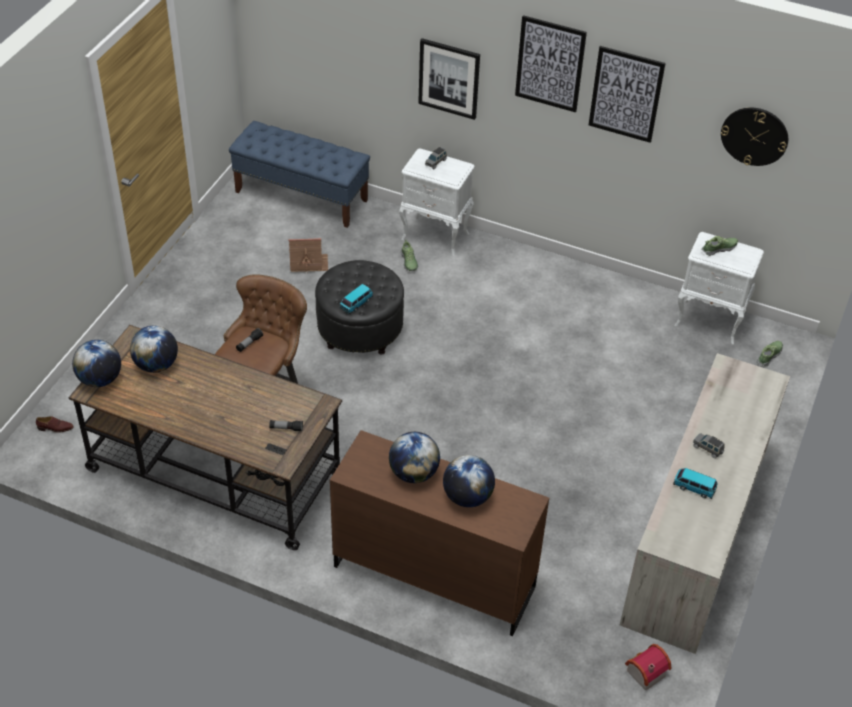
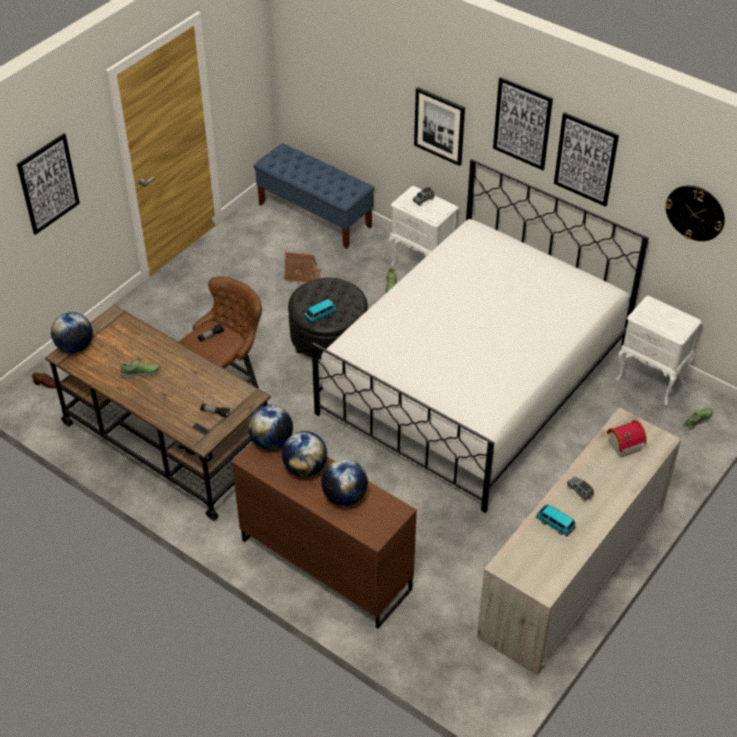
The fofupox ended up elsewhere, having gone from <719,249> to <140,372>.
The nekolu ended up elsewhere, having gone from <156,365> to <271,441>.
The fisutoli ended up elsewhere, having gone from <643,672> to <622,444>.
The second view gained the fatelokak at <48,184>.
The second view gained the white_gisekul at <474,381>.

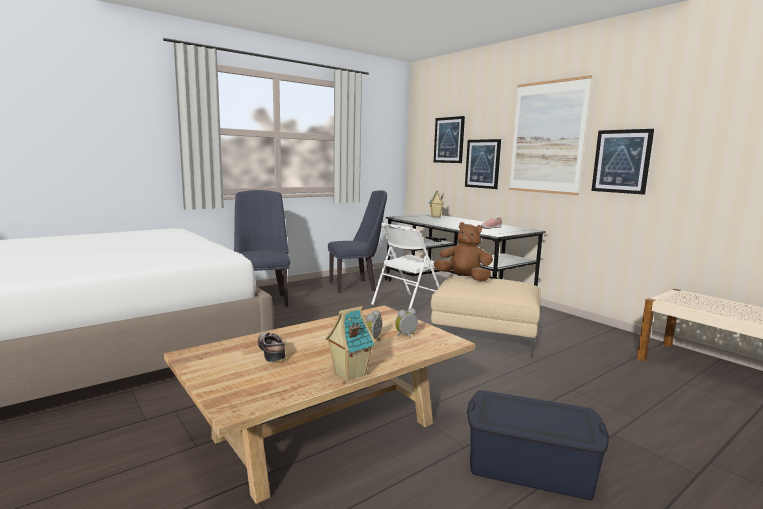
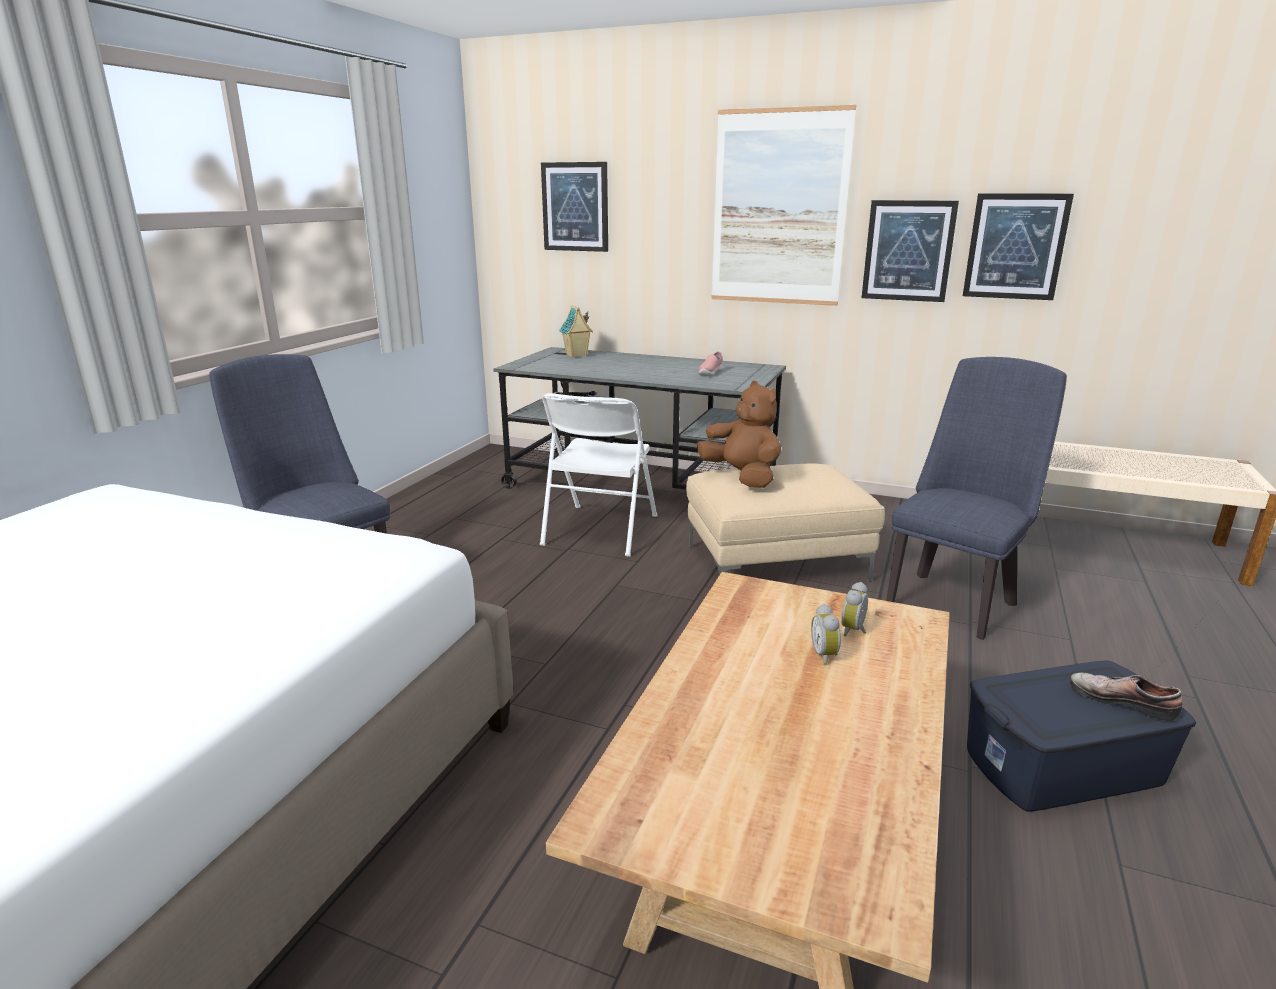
The fatelokak ended up elsewhere, having gone from <482,163> to <1015,246>.
The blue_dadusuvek ended up elsewhere, having gone from <356,286> to <953,600>.
The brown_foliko at <463,278> ended up facing another way, 60 degrees clockwise from before.
The second view lost the fisutoli at <348,374>.
The fofupox ended up elsewhere, having gone from <273,351> to <1121,700>.

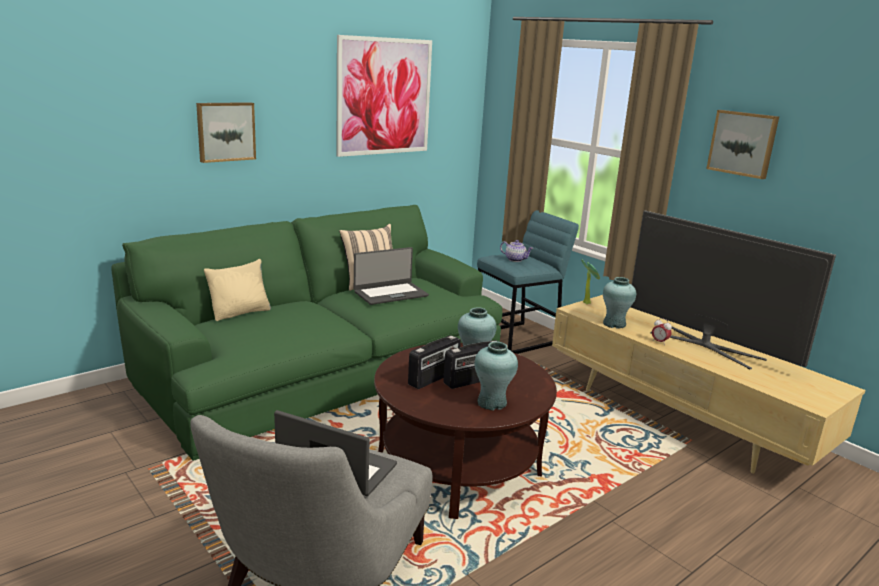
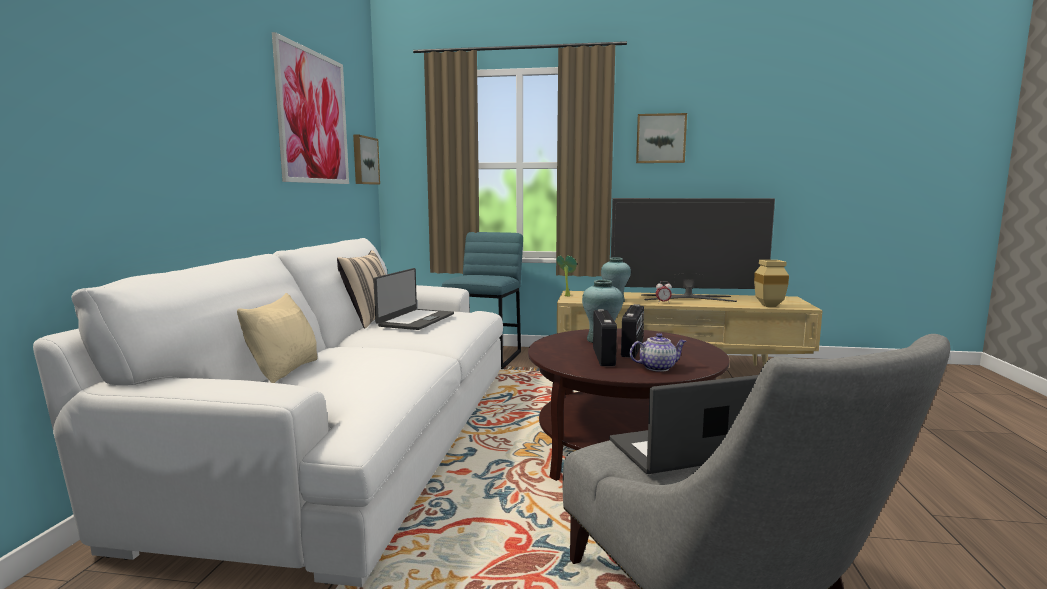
The fatelokak ended up elsewhere, having gone from <225,131> to <364,160>.
What was the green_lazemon at <322,370> turned into the white_lazemon at <355,436>.
The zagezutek ended up elsewhere, having gone from <515,259> to <657,367>.
The second view lost the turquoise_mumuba at <492,403>.
The second view gained the beige_mumuba at <770,305>.

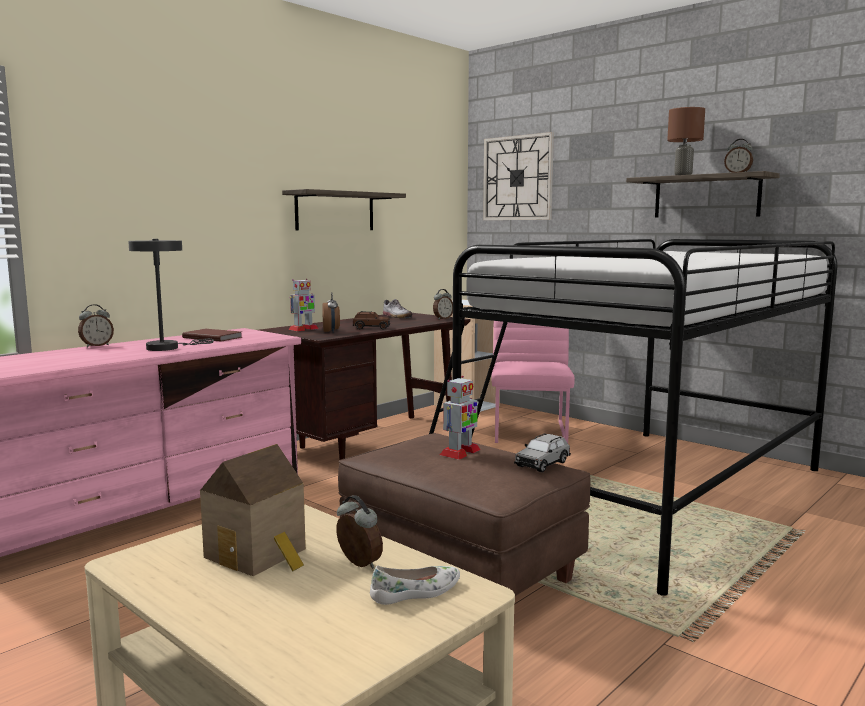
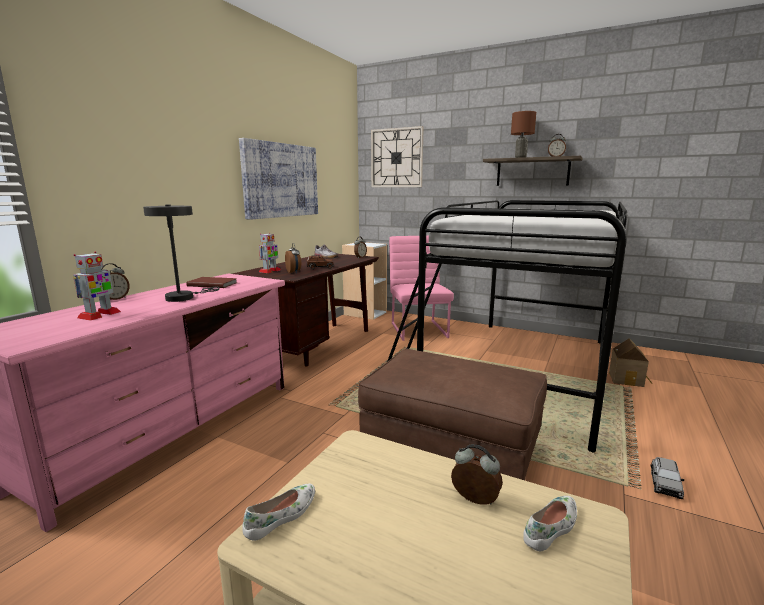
Where the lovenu hung at <335,211>, the fatelokak came to hang at <280,180>.
The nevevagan ended up elsewhere, having gone from <460,452> to <99,315>.
The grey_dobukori ended up elsewhere, having gone from <542,464> to <665,485>.
The fisutoli ended up elsewhere, having gone from <259,554> to <627,379>.
The second view gained the white_fofupox at <282,516>.

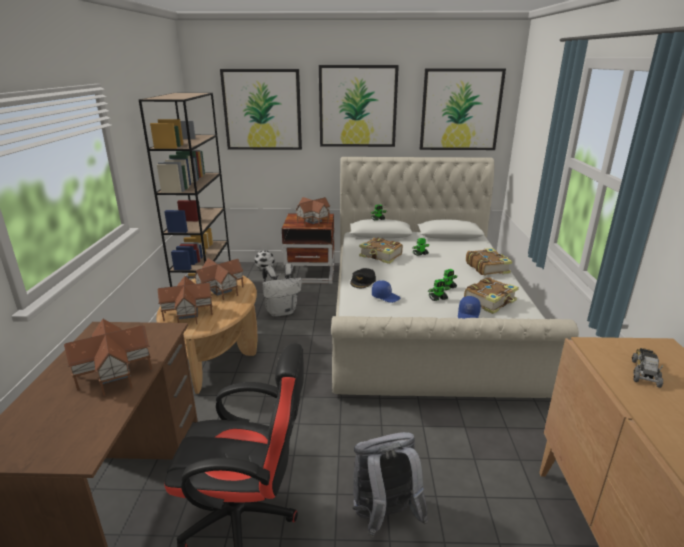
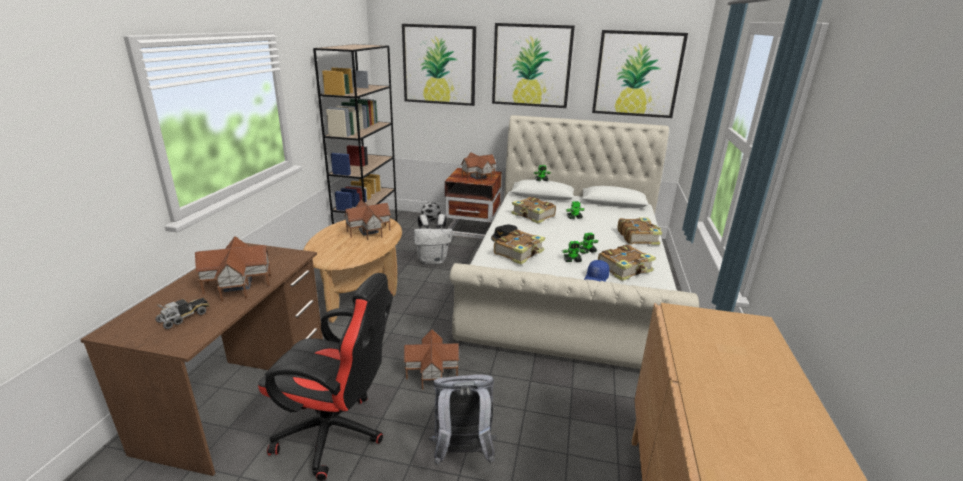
The fisutoli ended up elsewhere, having gone from <189,313> to <433,371>.
Where the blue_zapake stood at <385,297>, the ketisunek came to stand at <519,253>.
The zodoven ended up elsewhere, having gone from <645,372> to <184,317>.

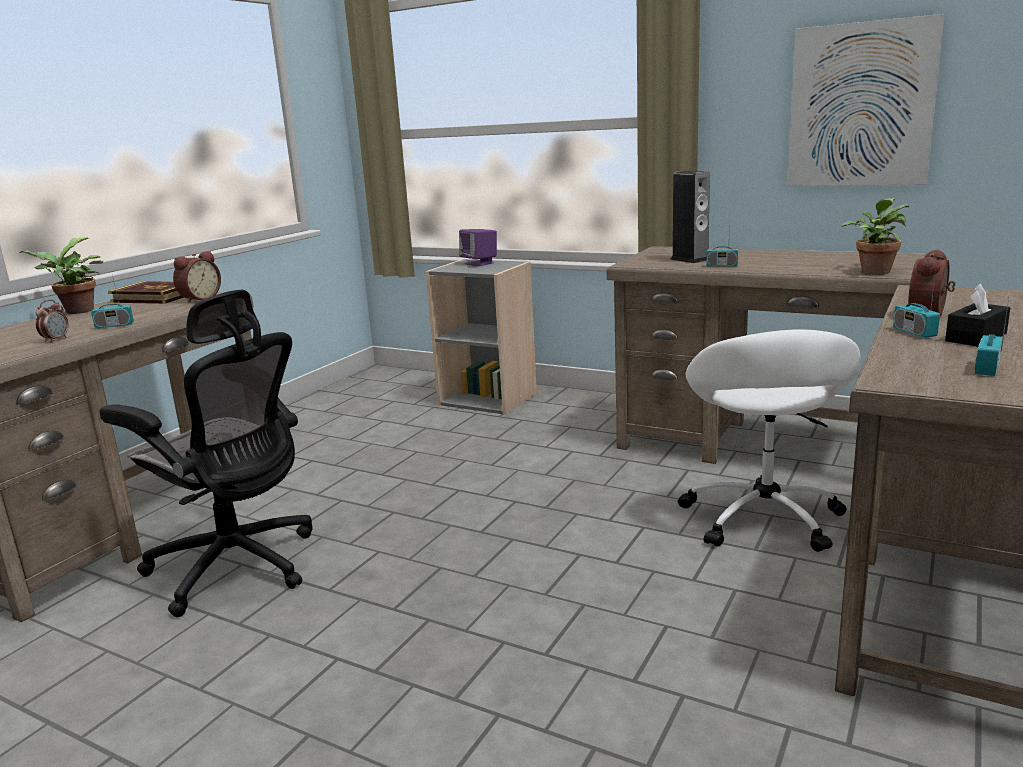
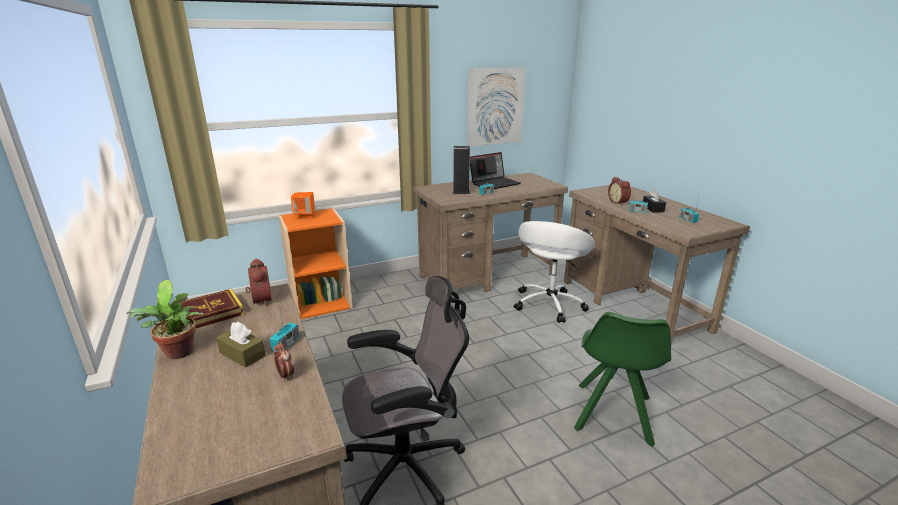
The second view lost the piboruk at <875,271>.
What was the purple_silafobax at <479,263> turned into the orange_silafobax at <305,216>.
What was the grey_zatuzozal at <489,398> turned into the orange_zatuzozal at <321,303>.
The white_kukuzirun at <763,520> ended up facing another way, 75 degrees clockwise from before.
The second view gained the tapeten at <494,183>.
The second view gained the green_dadusuvek at <612,415>.
The second view gained the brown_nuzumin at <242,354>.

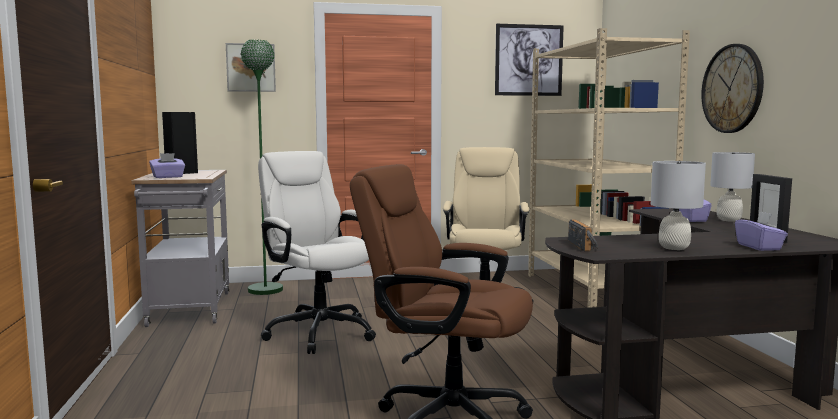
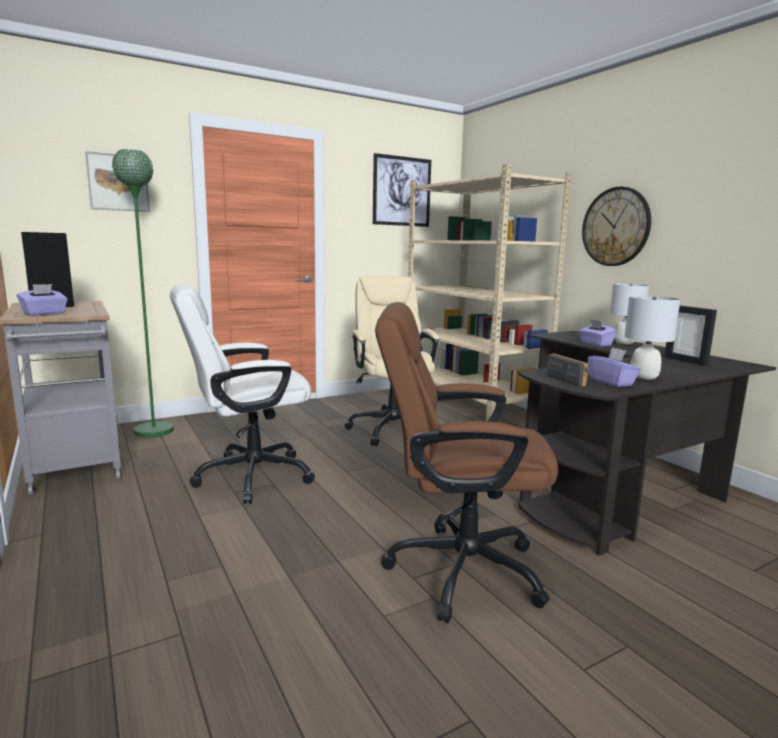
The white_kukuzirun at <317,332> ended up facing another way, 60 degrees counterclockwise from before.
The purple_nuzumin ended up elsewhere, having gone from <759,247> to <611,382>.

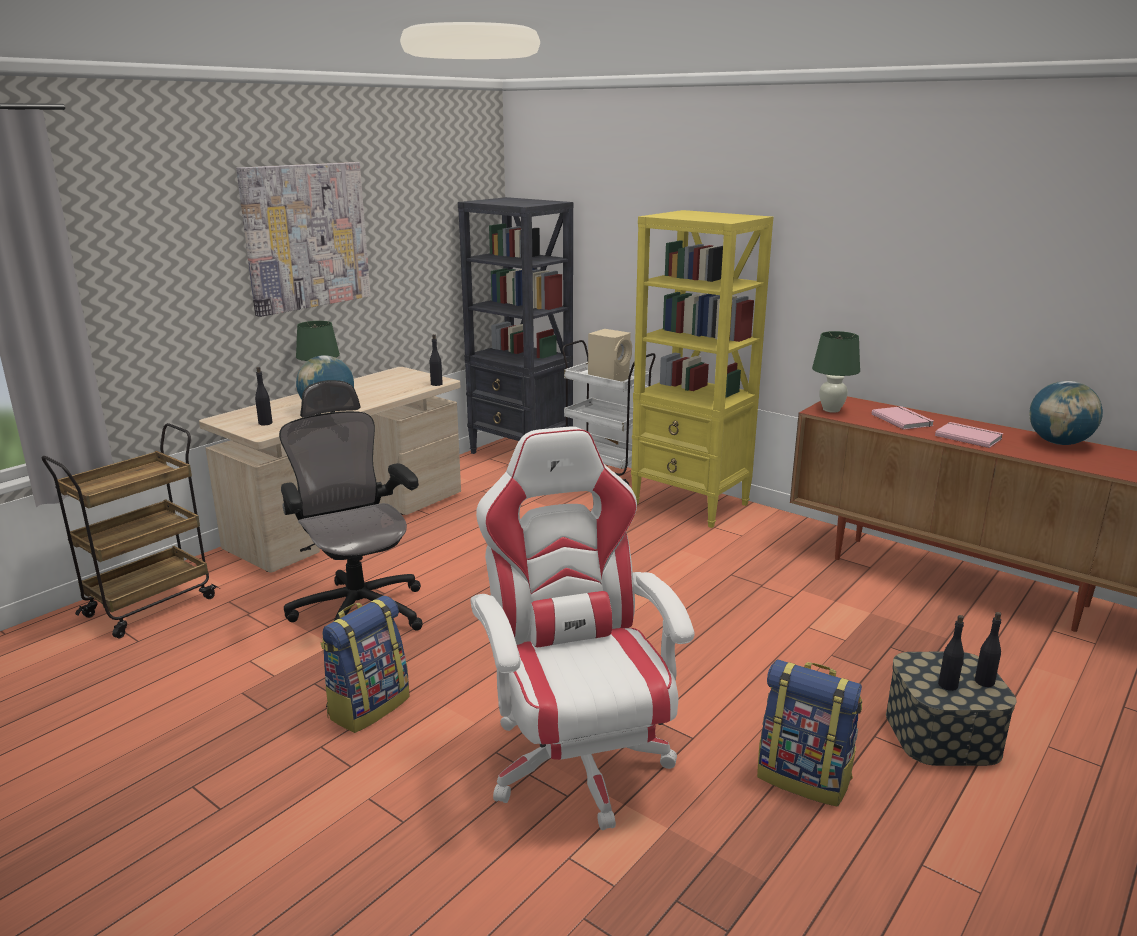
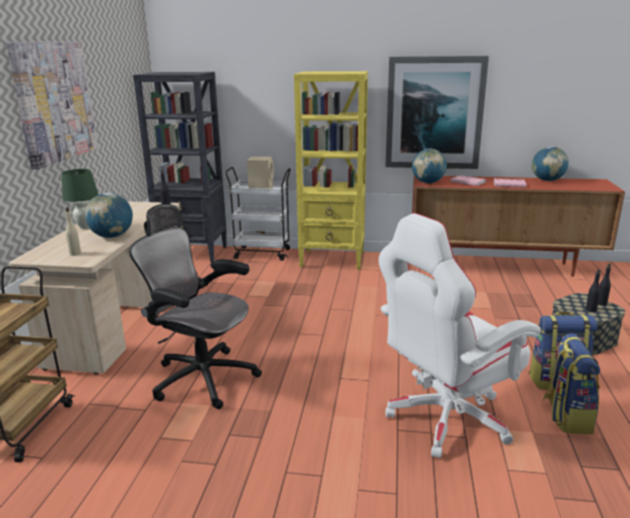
Where the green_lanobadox stood at <831,410>, the nekolu came to stand at <428,182>.
What was the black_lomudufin at <265,423> turned into the beige_lomudufin at <75,253>.
The white_kukuzirun at <578,762> ended up facing another way, 75 degrees counterclockwise from before.
The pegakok ended up elsewhere, having gone from <368,706> to <566,416>.
The second view gained the fatelokak at <434,113>.

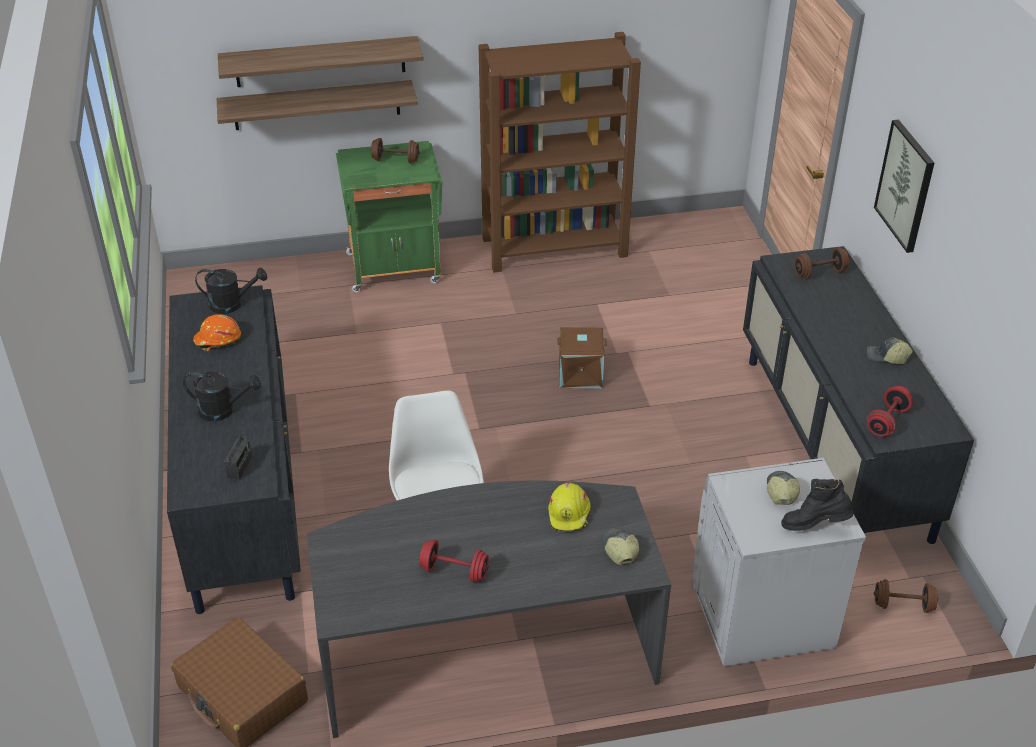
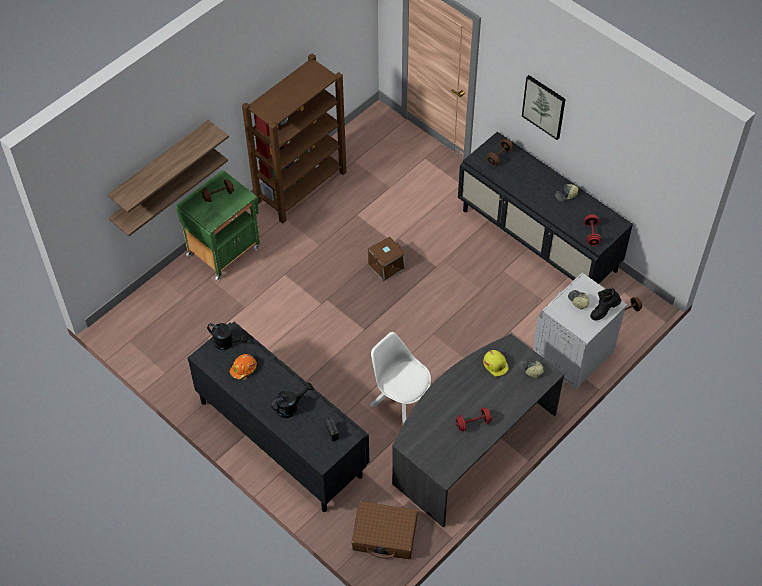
The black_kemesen at <232,304> ended up facing another way, 60 degrees clockwise from before.

